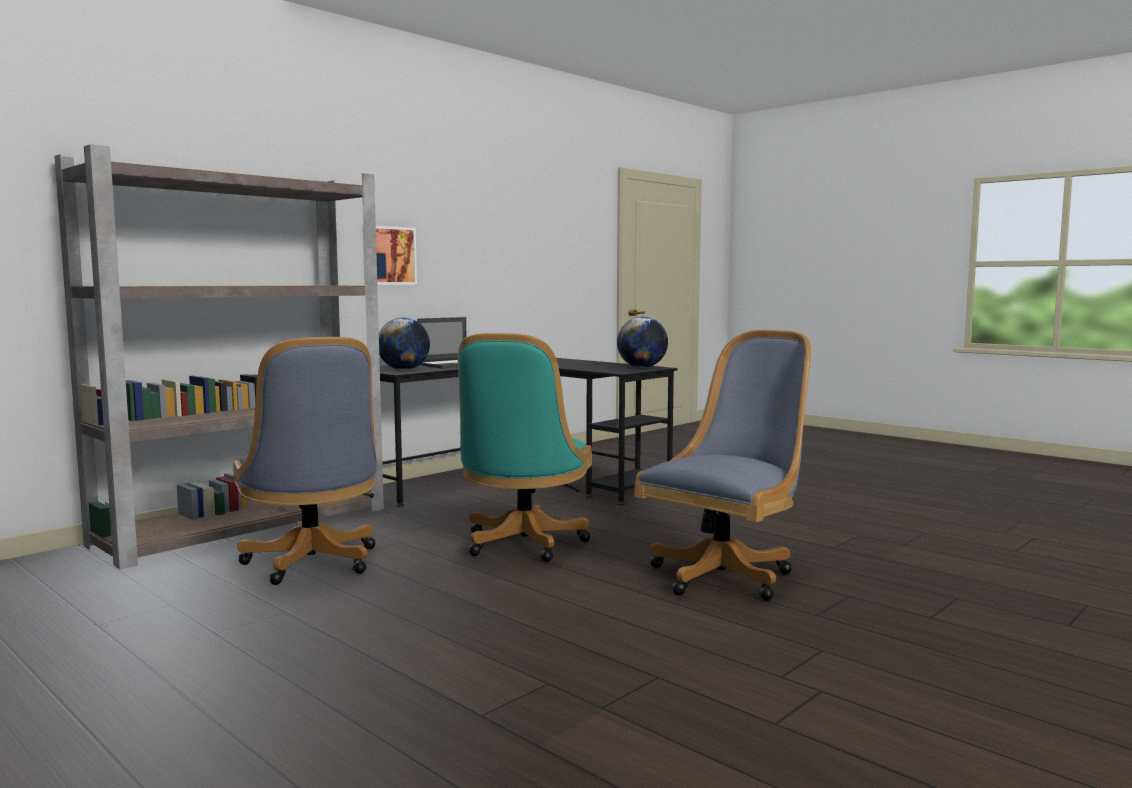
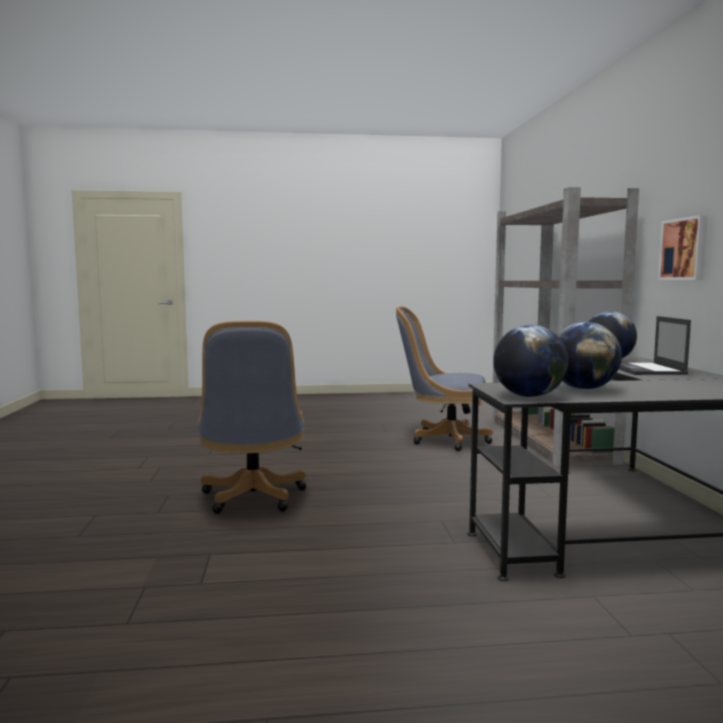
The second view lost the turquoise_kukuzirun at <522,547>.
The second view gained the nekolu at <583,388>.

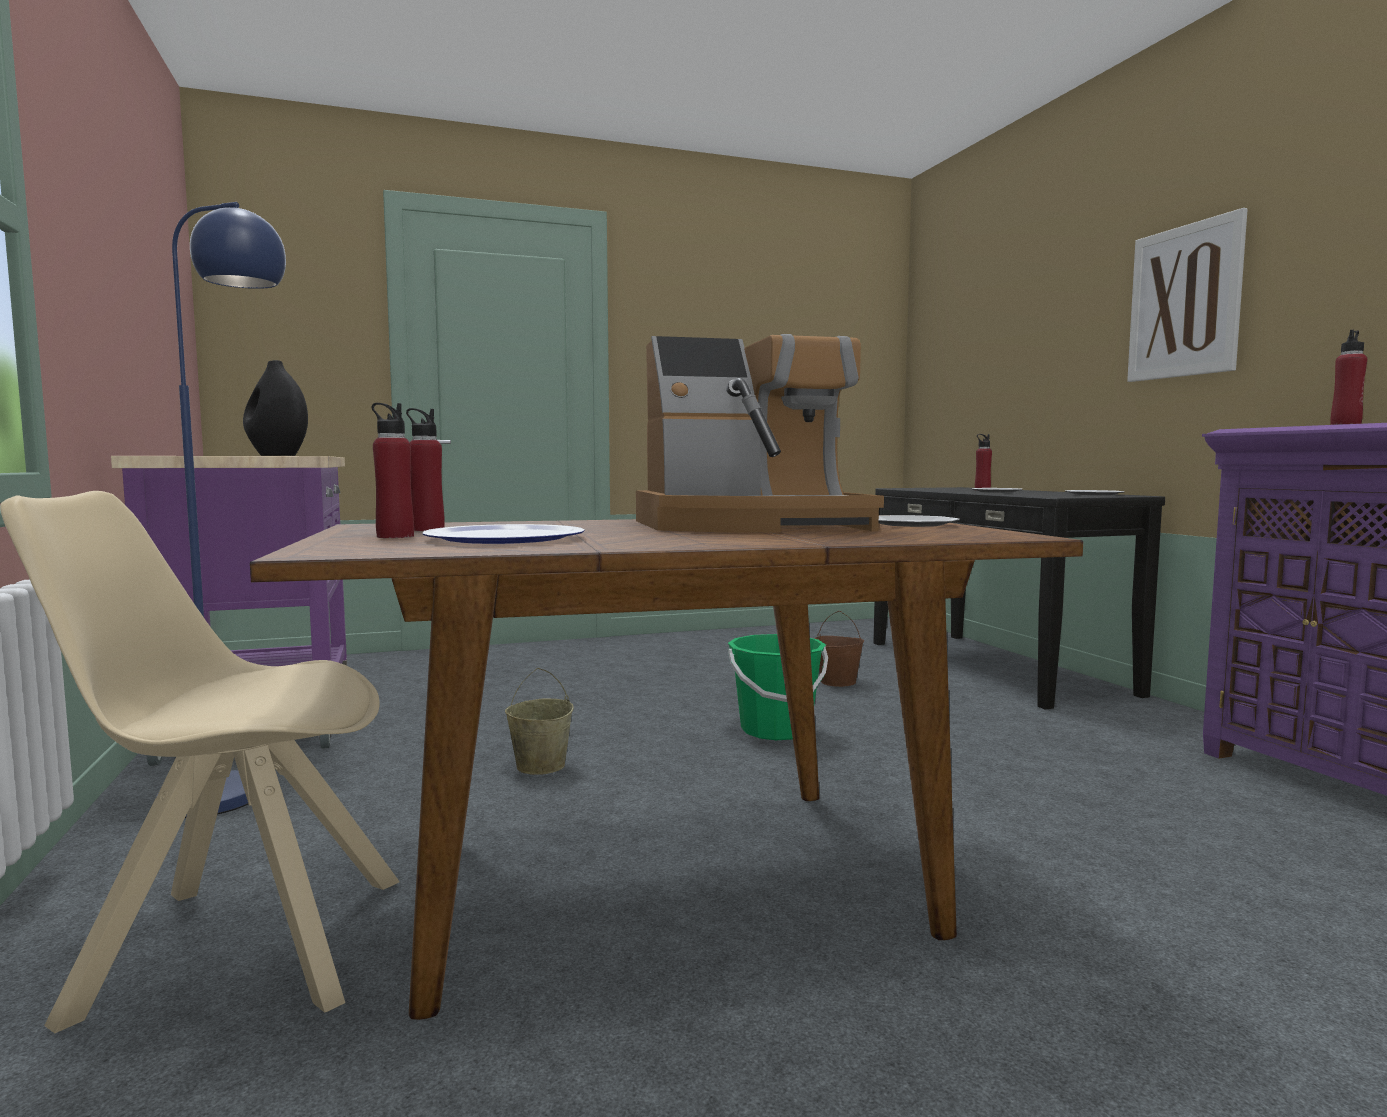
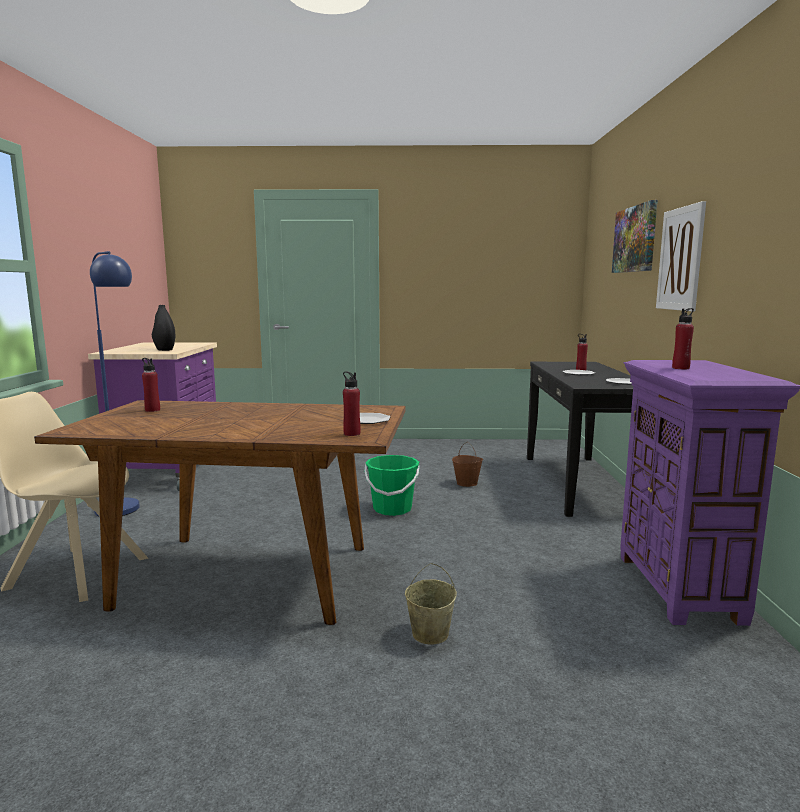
The second view lost the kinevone at <751,525>.
The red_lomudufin ended up elsewhere, having gone from <395,536> to <351,433>.
The second view lost the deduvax at <504,538>.
The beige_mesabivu ended up elsewhere, having gone from <540,765> to <430,633>.
The second view gained the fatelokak at <635,239>.

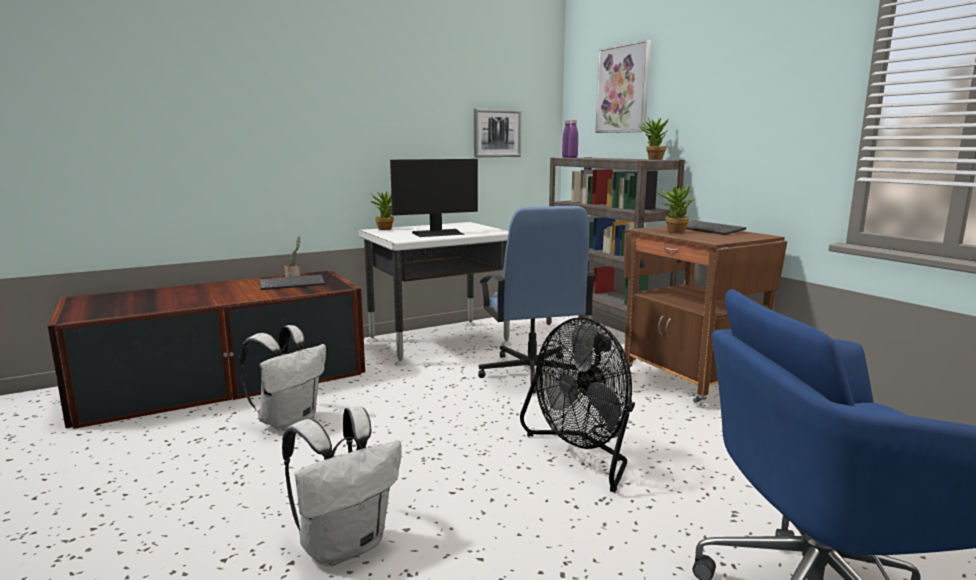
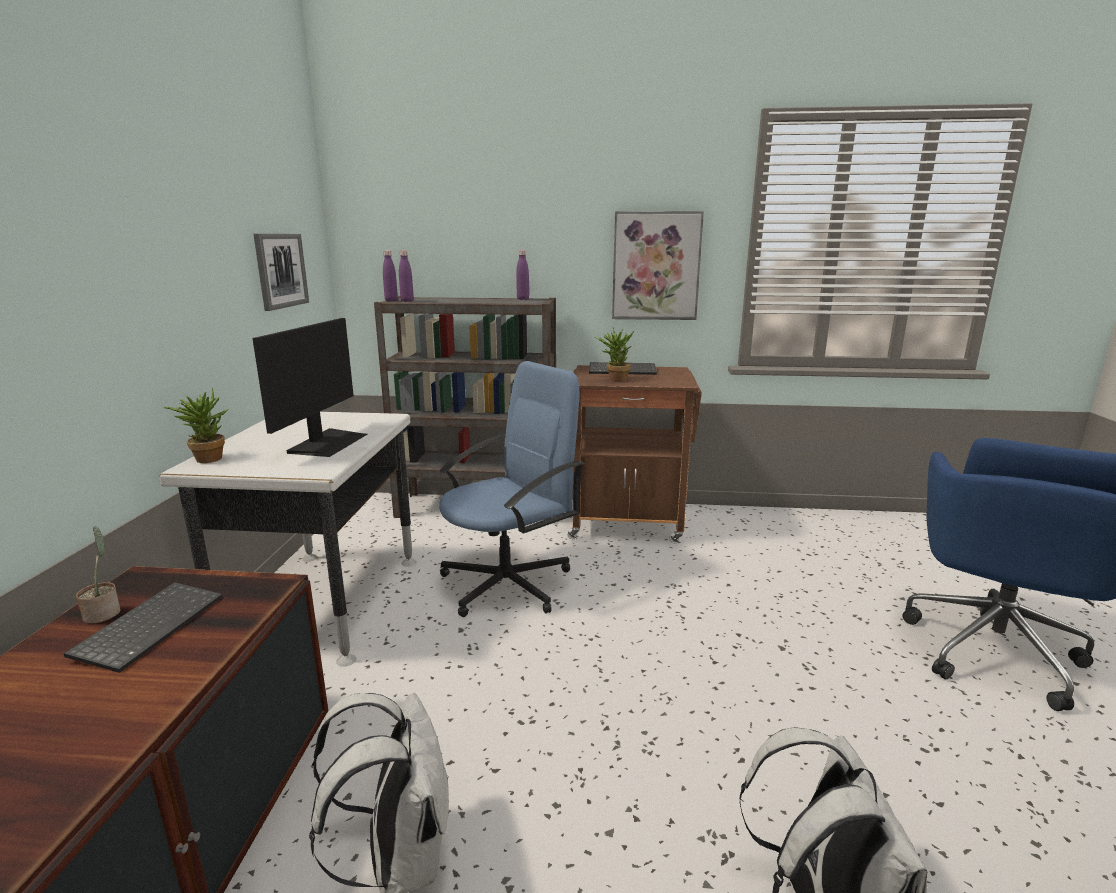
The fatelokak ended up elsewhere, having gone from <623,89> to <656,266>.
Where the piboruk stood at <652,159>, the purple_lomudufin came to stand at <523,299>.
The blue_kukuzirun at <531,373> ended up facing another way, 60 degrees counterclockwise from before.
The second view lost the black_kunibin at <584,451>.

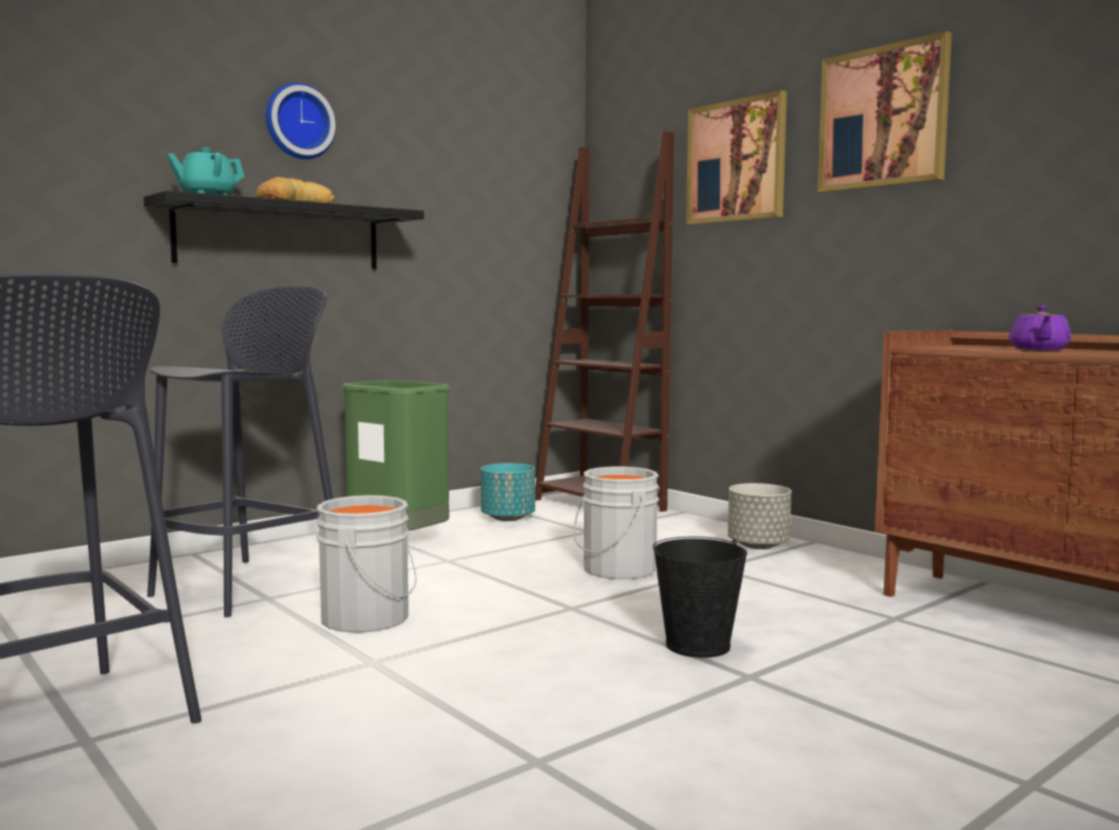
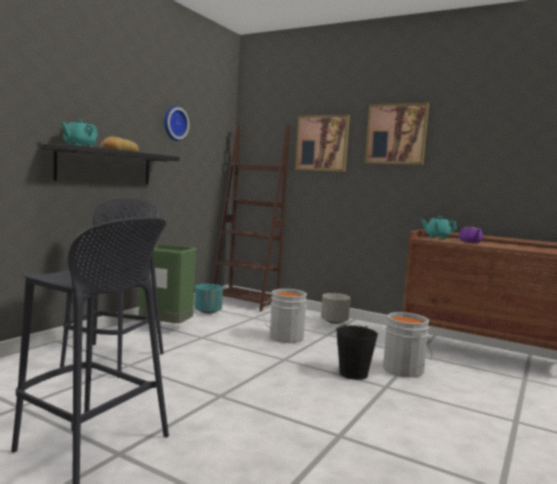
The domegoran ended up elsewhere, having gone from <298,122> to <174,123>.
The grey_mesabivu ended up elsewhere, having gone from <369,618> to <405,369>.
The second view gained the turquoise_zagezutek at <437,237>.

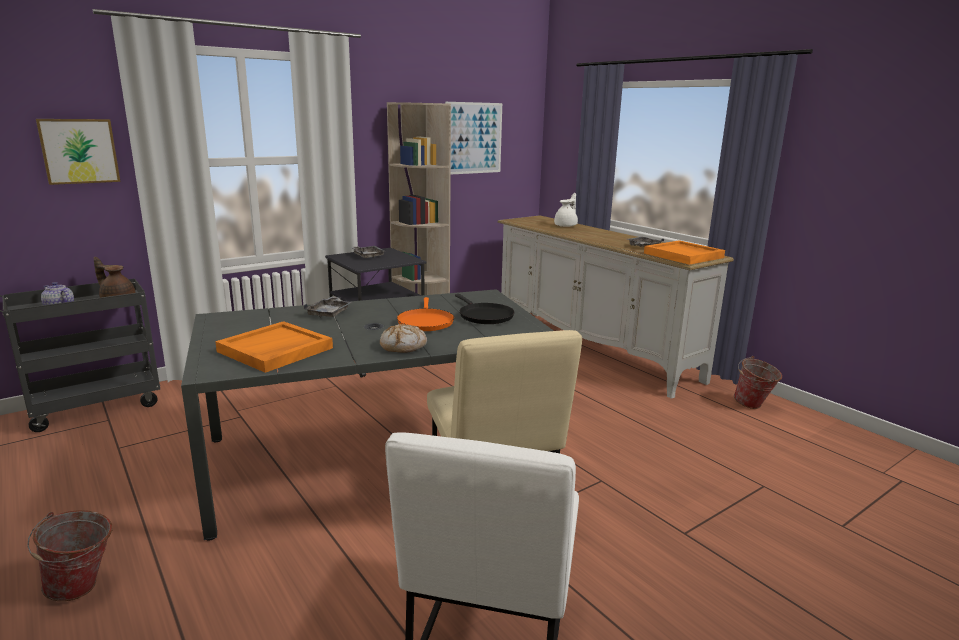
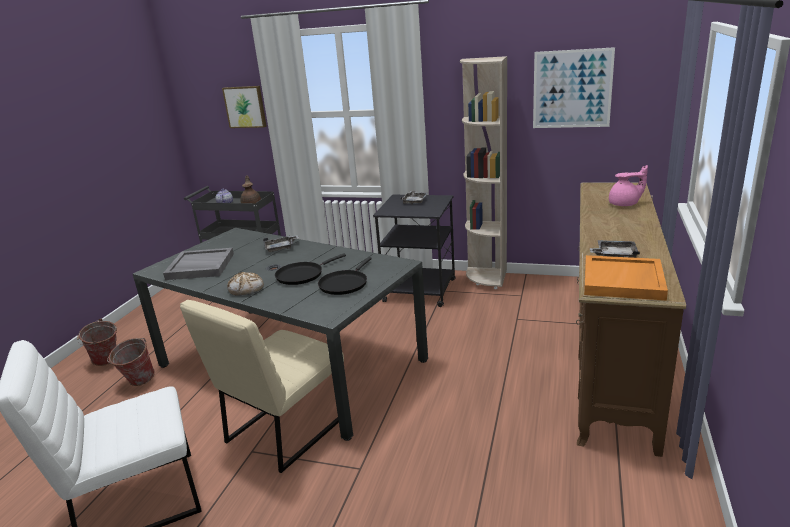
What was the white_zagezutek at <566,226> turned into the pink_zagezutek at <625,204>.
What was the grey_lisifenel at <591,349> turned into the brown_lisifenel at <609,355>.
What was the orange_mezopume at <425,322> turned into the black_mezopume at <302,275>.
What was the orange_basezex at <275,350> turned into the grey_basezex at <200,266>.
The mesabivu ended up elsewhere, having gone from <753,406> to <137,382>.

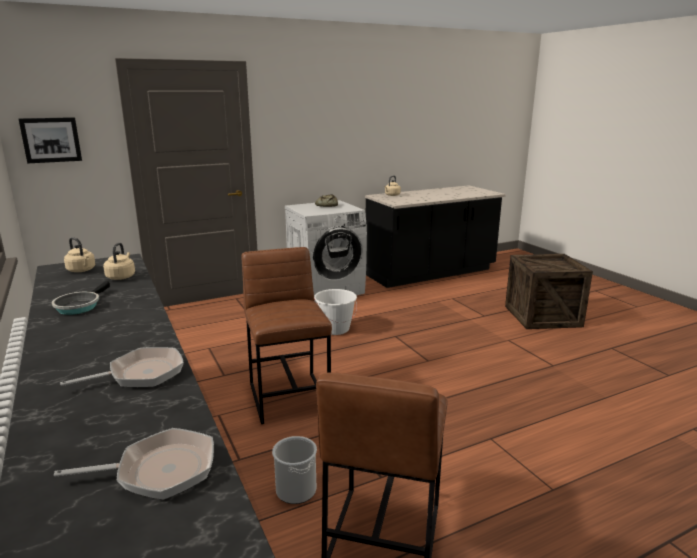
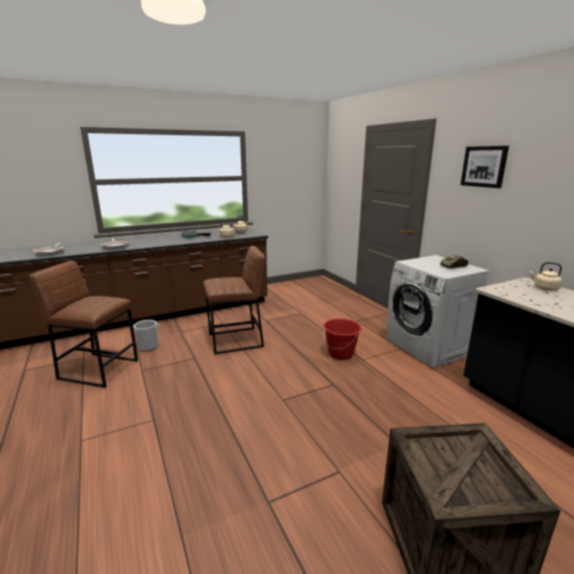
The fatelokak ended up elsewhere, having gone from <51,140> to <484,166>.
What was the white_mesabivu at <335,329> turned into the red_mesabivu at <340,354>.

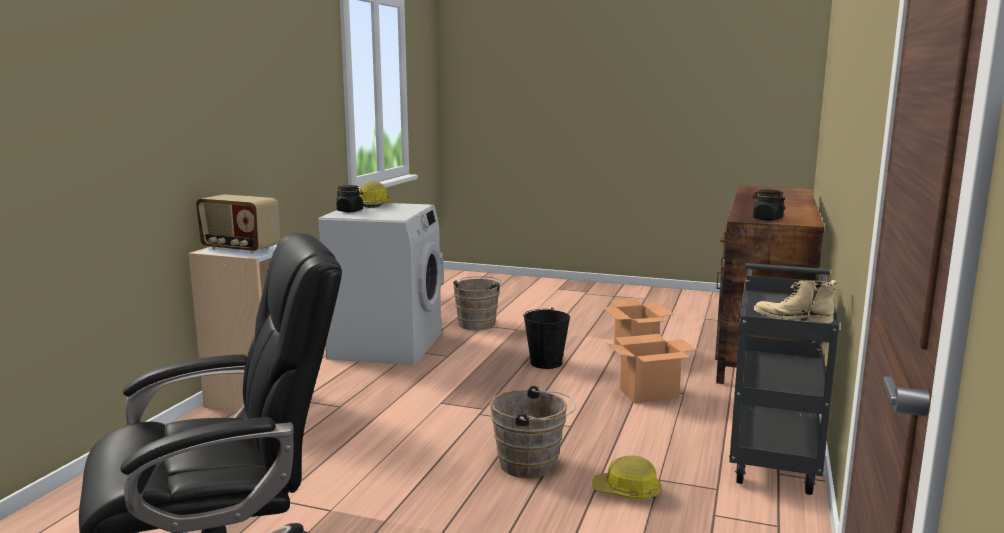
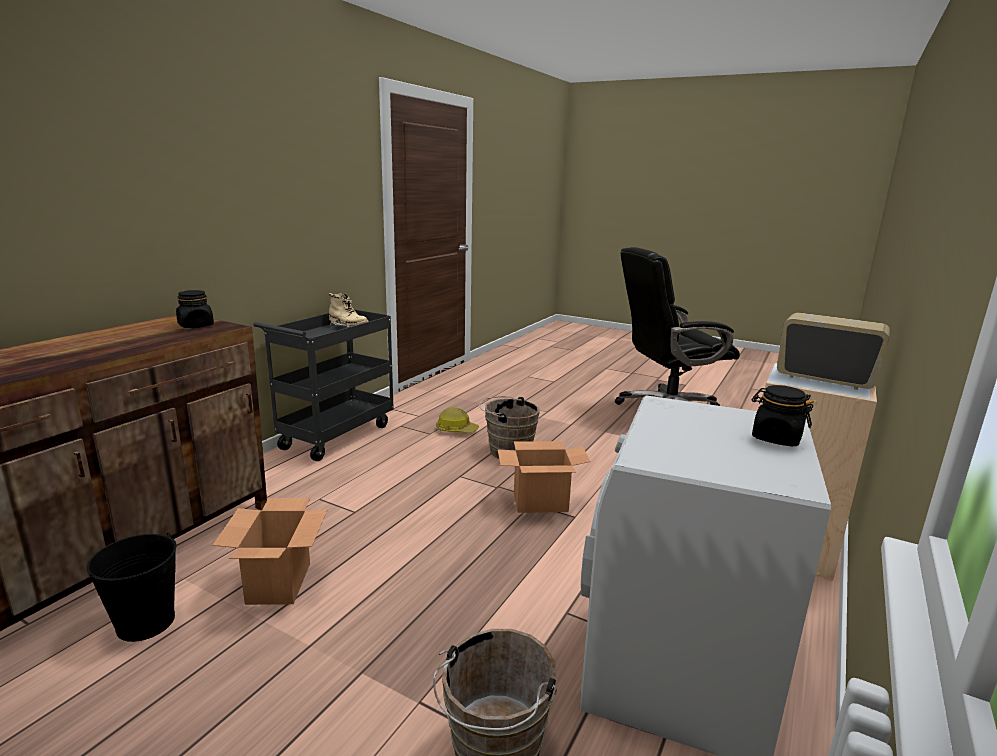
The second view lost the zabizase at <373,204>.
The black_mesabivu ended up elsewhere, having gone from <546,363> to <145,622>.
The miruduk ended up elsewhere, having gone from <649,393> to <539,503>.

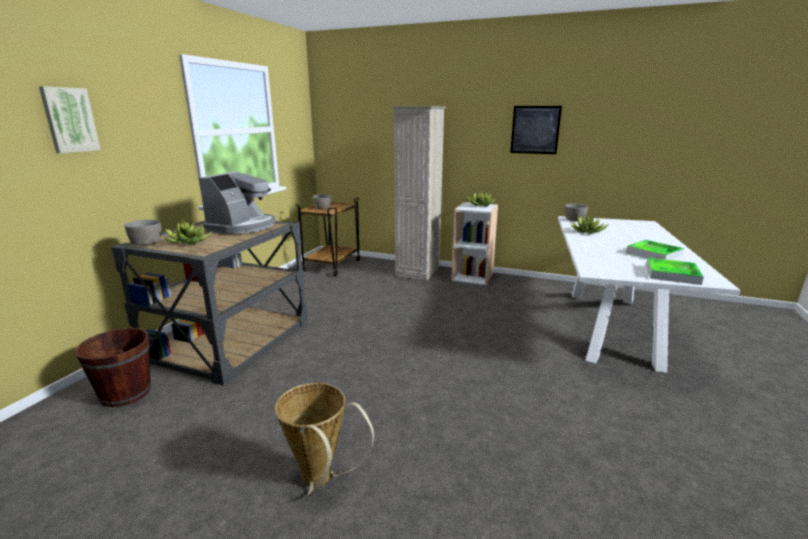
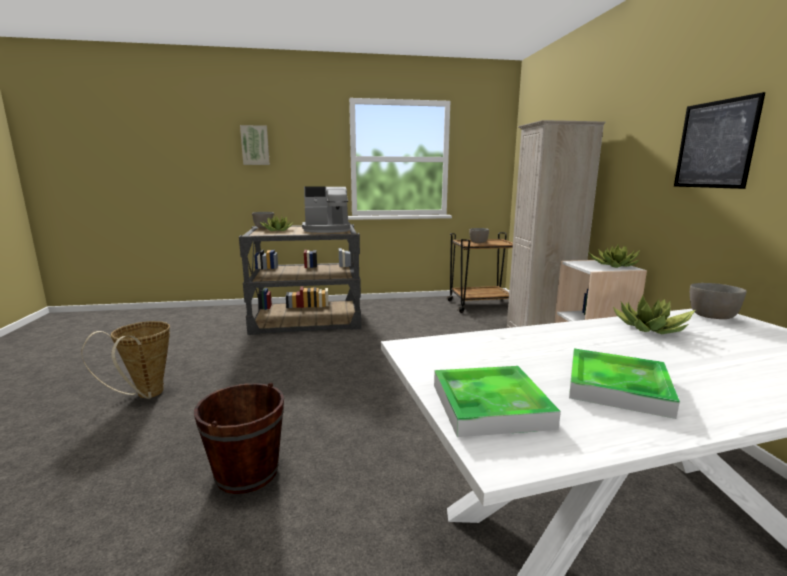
The brown_mesabivu ended up elsewhere, having gone from <125,393> to <247,472>.

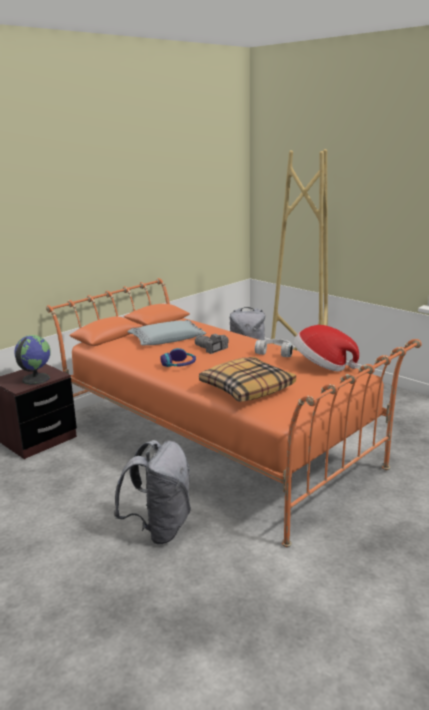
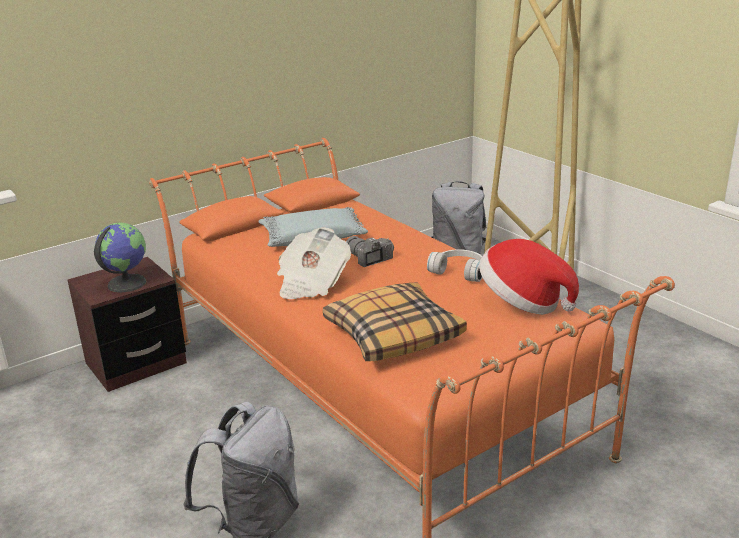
Where the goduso stood at <179,365>, the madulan came to stand at <311,283>.

